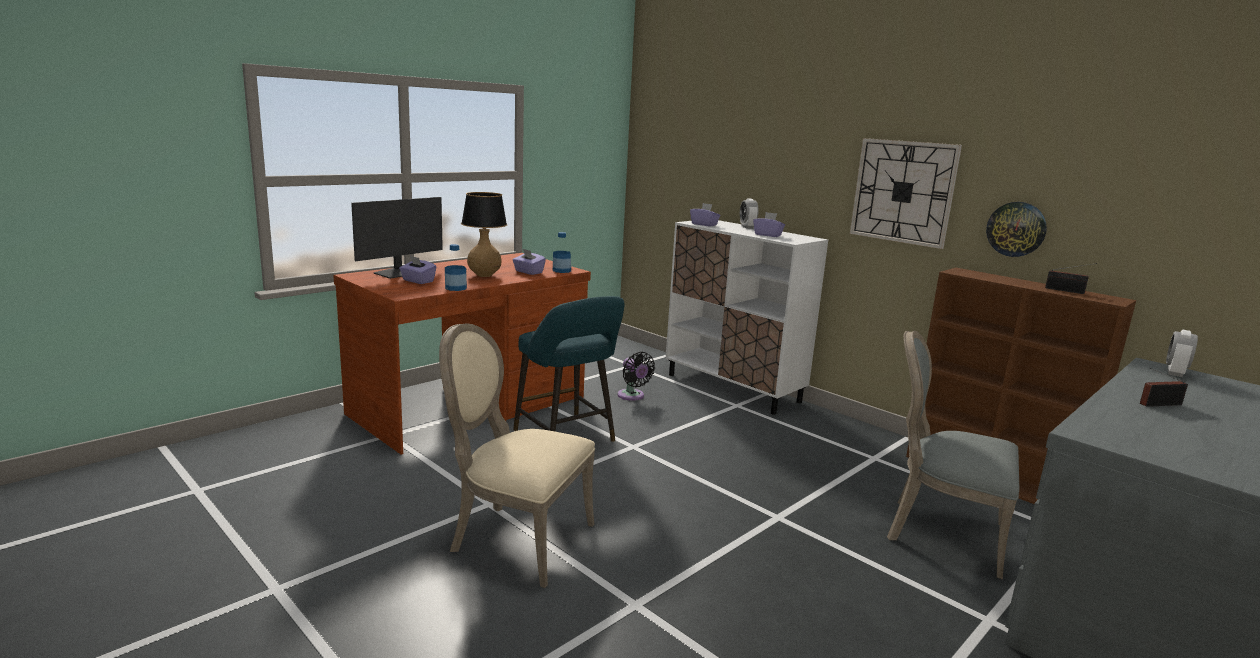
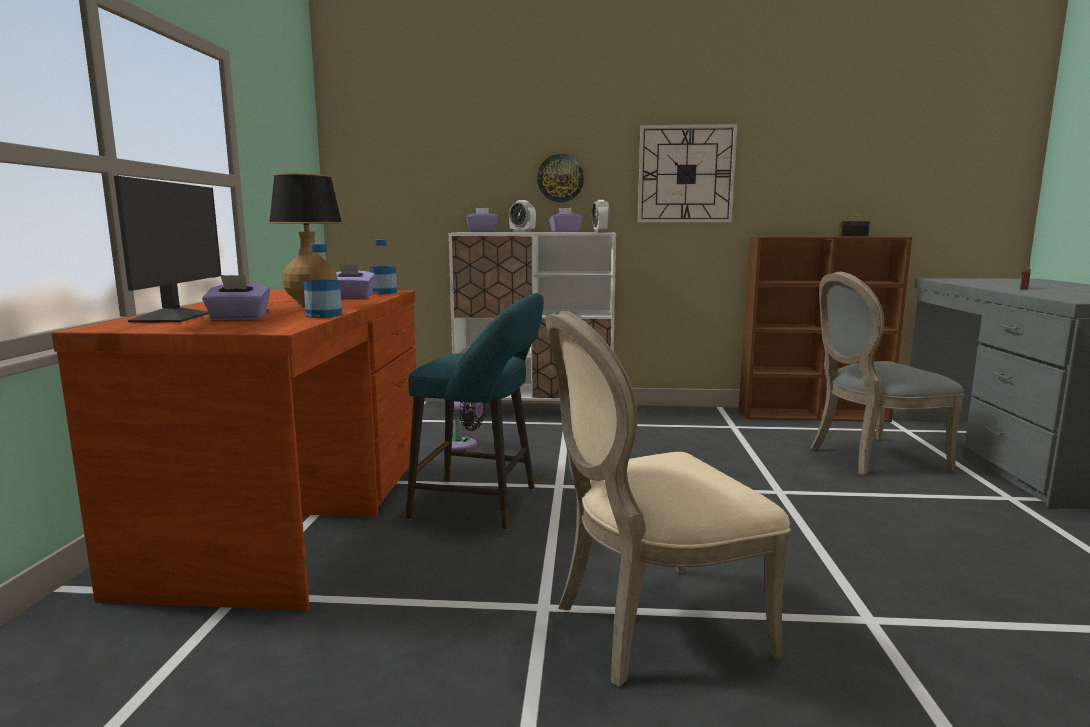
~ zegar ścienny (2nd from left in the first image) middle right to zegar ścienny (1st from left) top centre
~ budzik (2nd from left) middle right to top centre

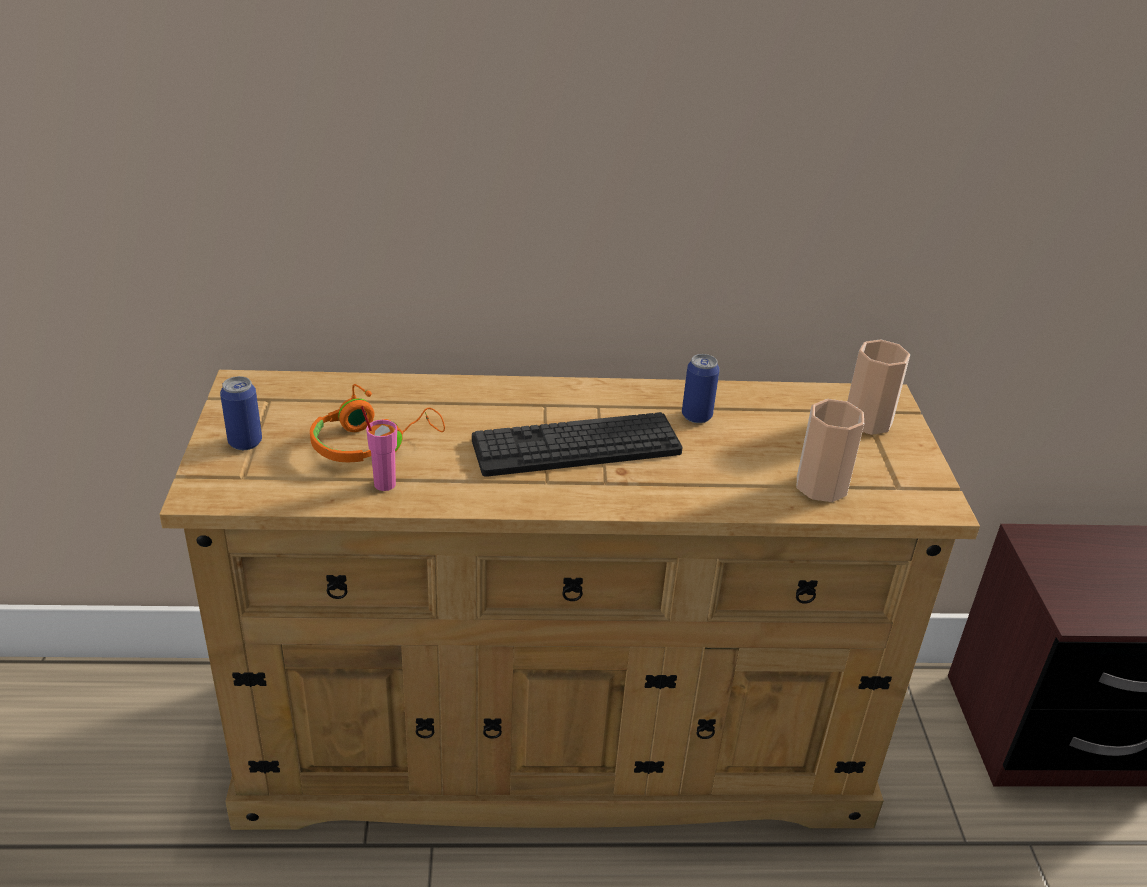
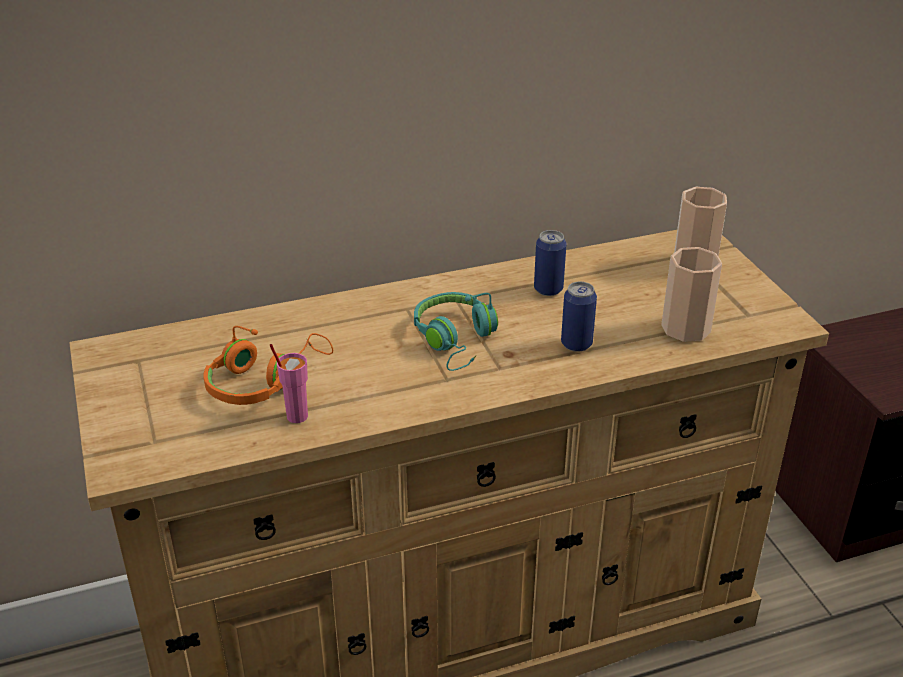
~ puszka (1st from left in the first image) middle left to puszka (2nd from left) centre
~ klawiatura centre to słuchawki/turkusowy centre

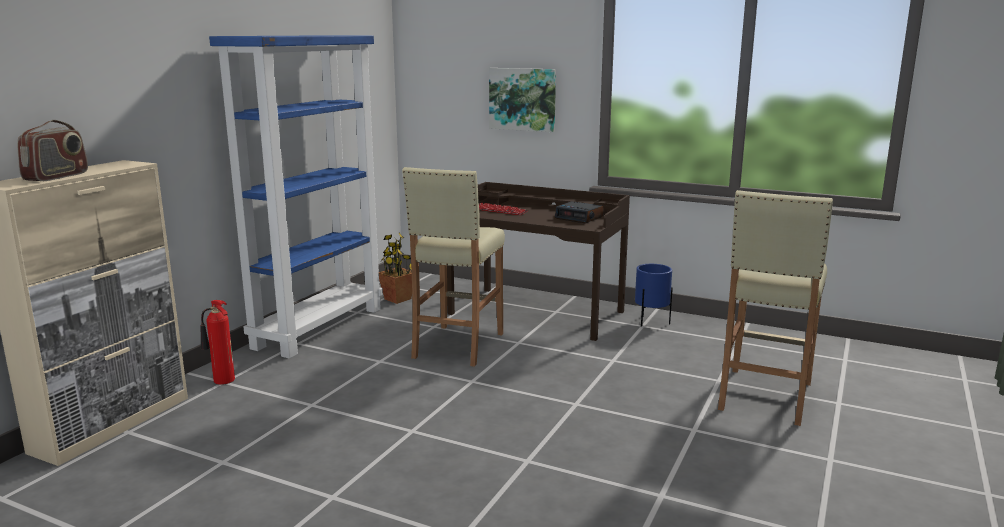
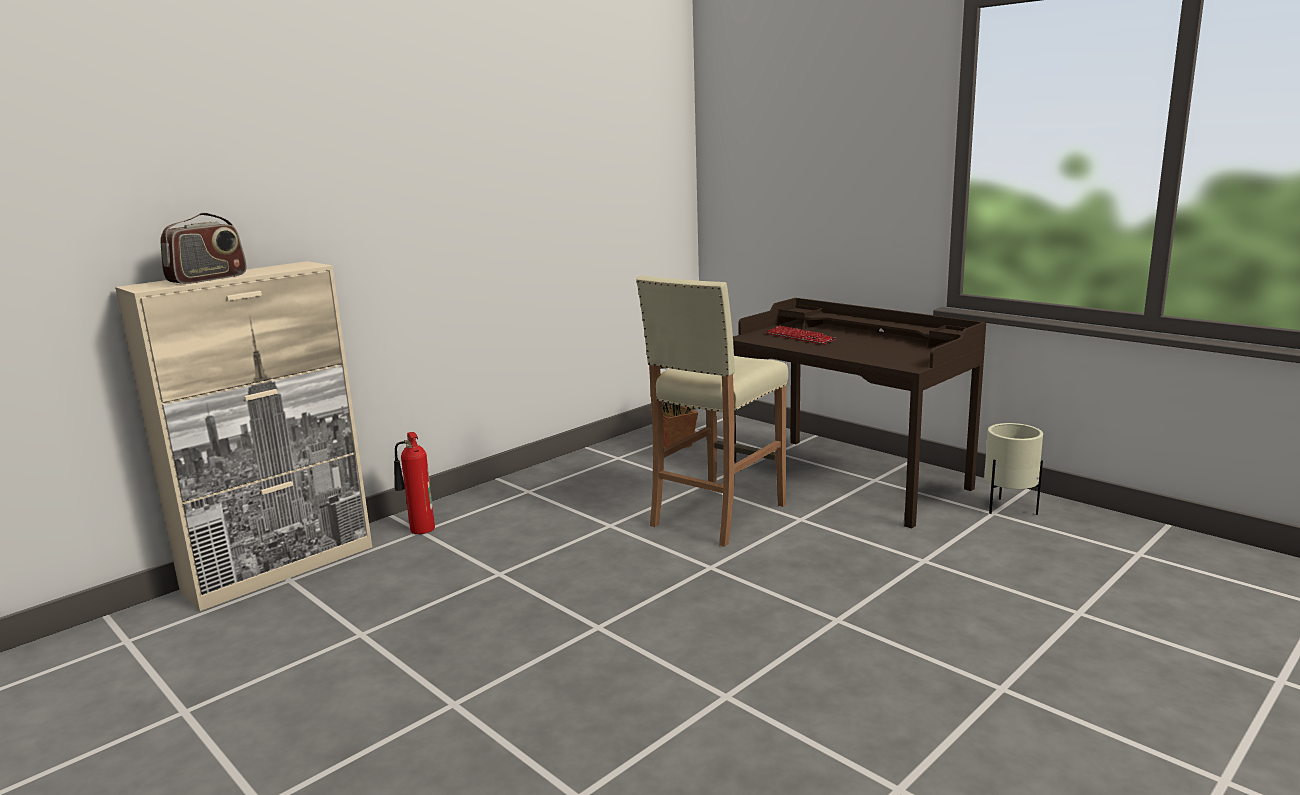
- regał/niebieski middle left
- obraz top centre
- budzik centre
~ donica/niebieski centre to donica/beżowy middle right
- stołek/beżowy (2nd from left) middle right

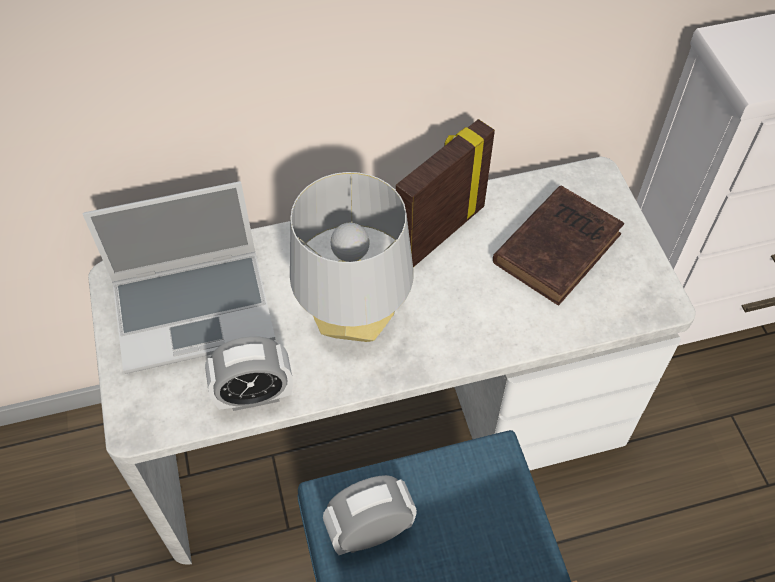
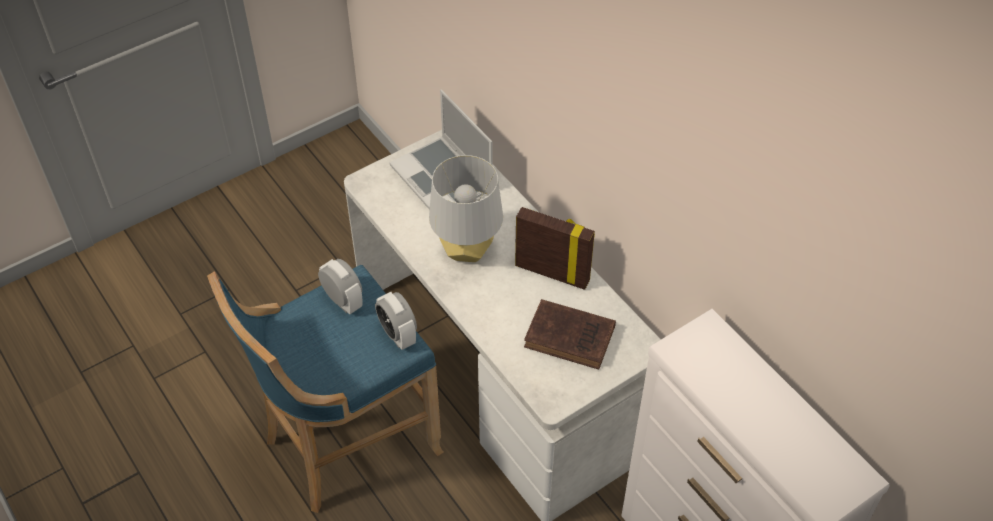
~ budzik (1st from left in the first image) middle left to budzik (2nd from left) centre

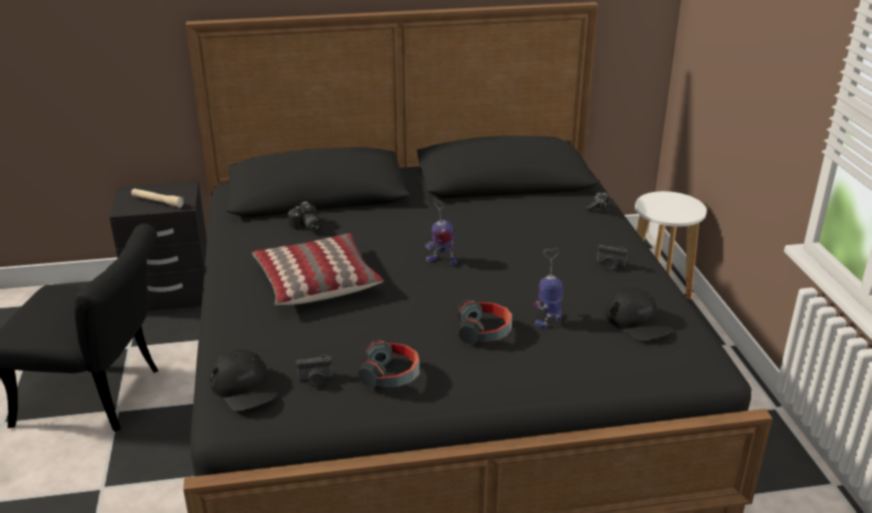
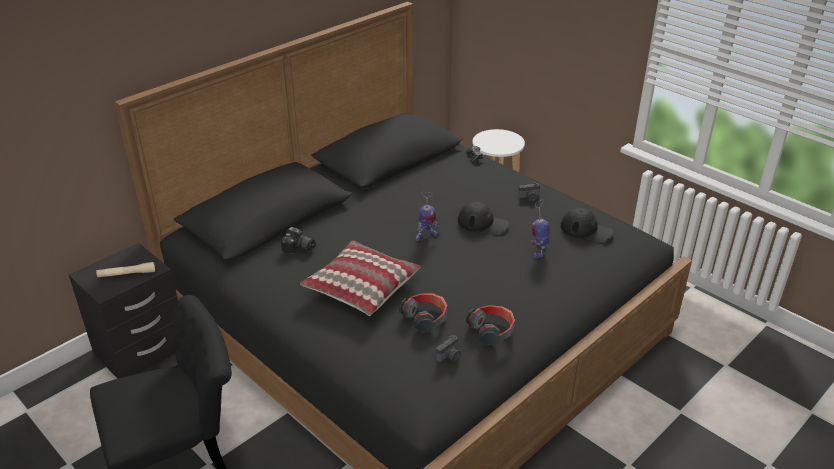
~ czapka z daszkiem/czarny (1st from left) bottom left to centre
~ słuchawki (2nd from left in the first image) centre to słuchawki (1st from left) bottom centre

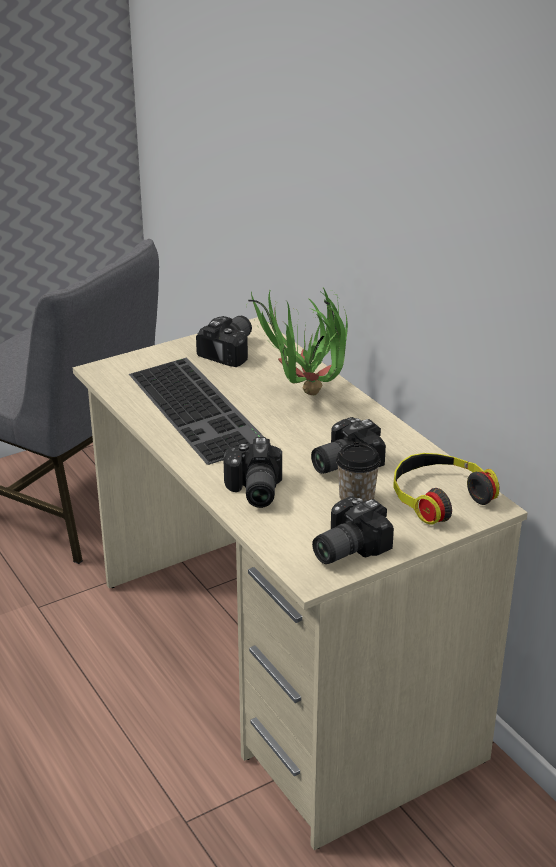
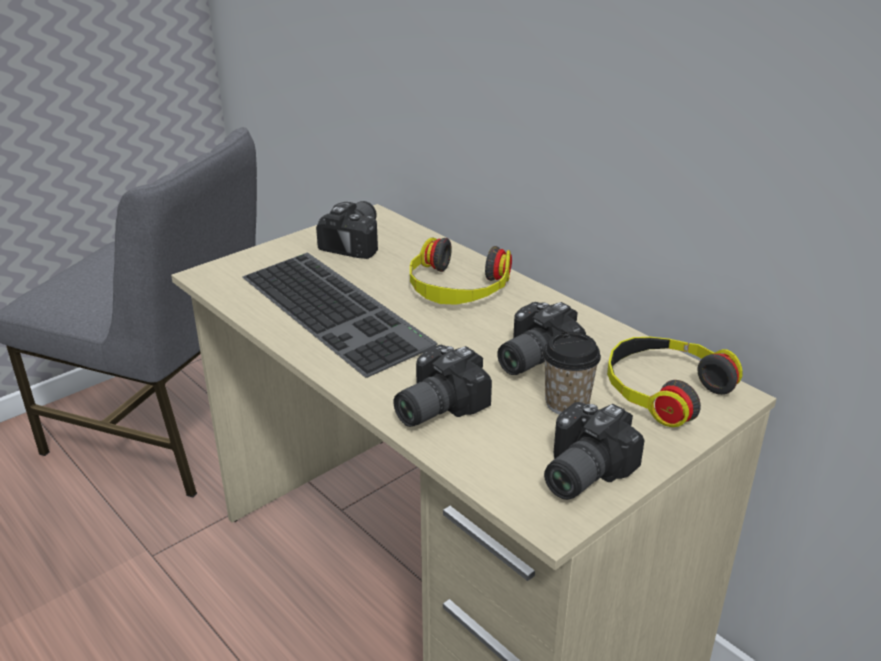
~ aparat fotograficzny (2nd from left) centre = centre 60 degrees clockwise
~ roślina doniczkowa centre to słuchawki (1st from left) centre

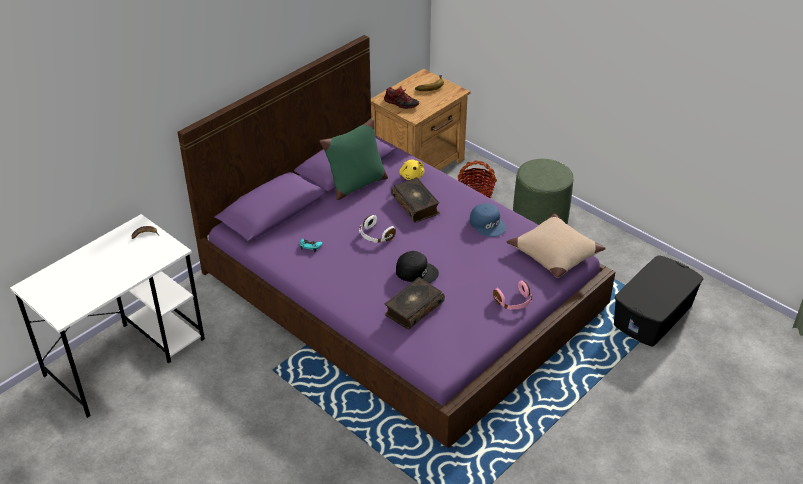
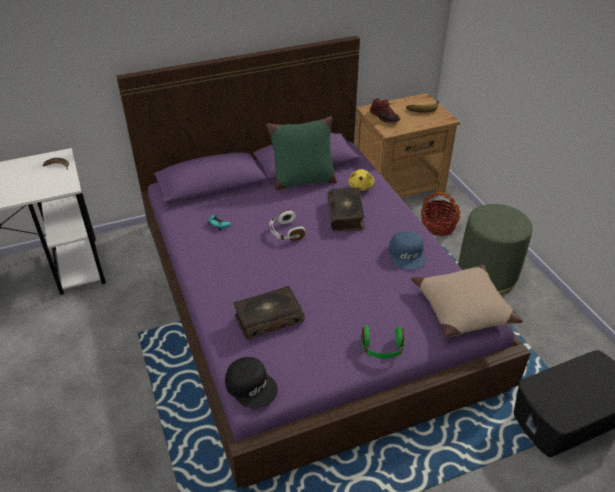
~ czapka z daszkiem/czarny centre to bottom centre
~ słuchawki/różowy centre to słuchawki/zielony bottom centre

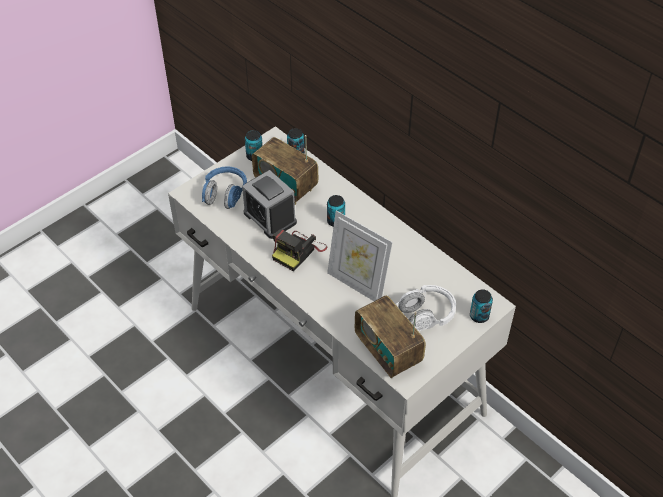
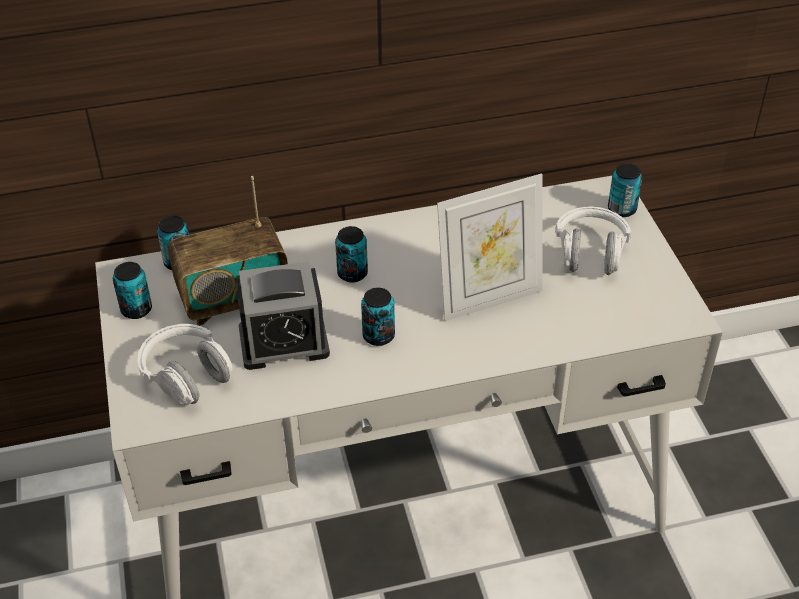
~ słuchawki/niebieski centre to słuchawki/biały (1st from left) middle left
~ aparat fotograficzny centre to puszka (4th from left) centre
- radio (2nd from left) bottom centre

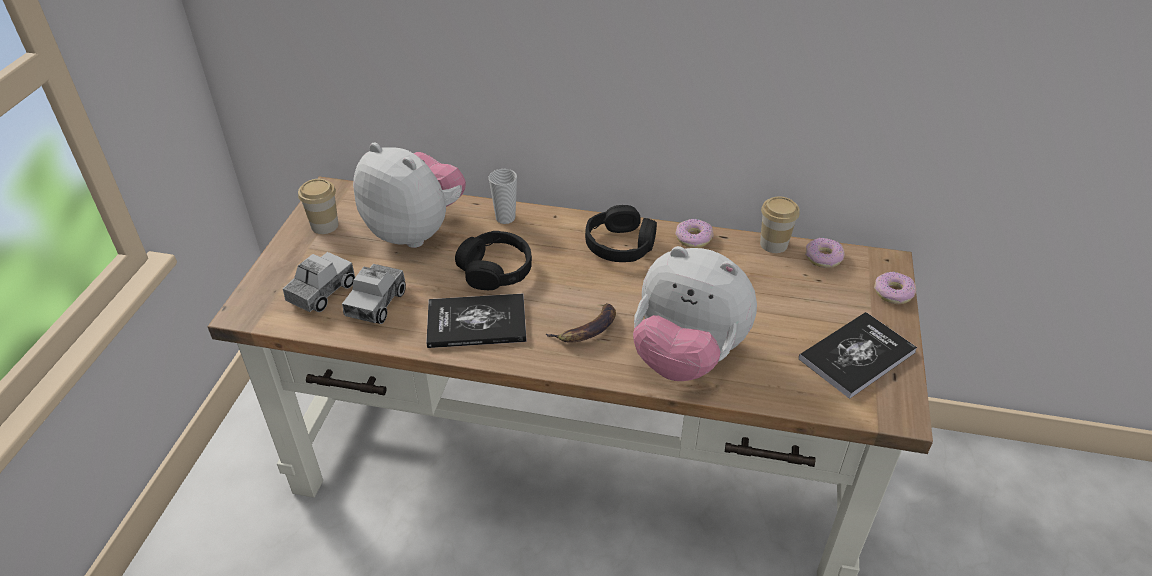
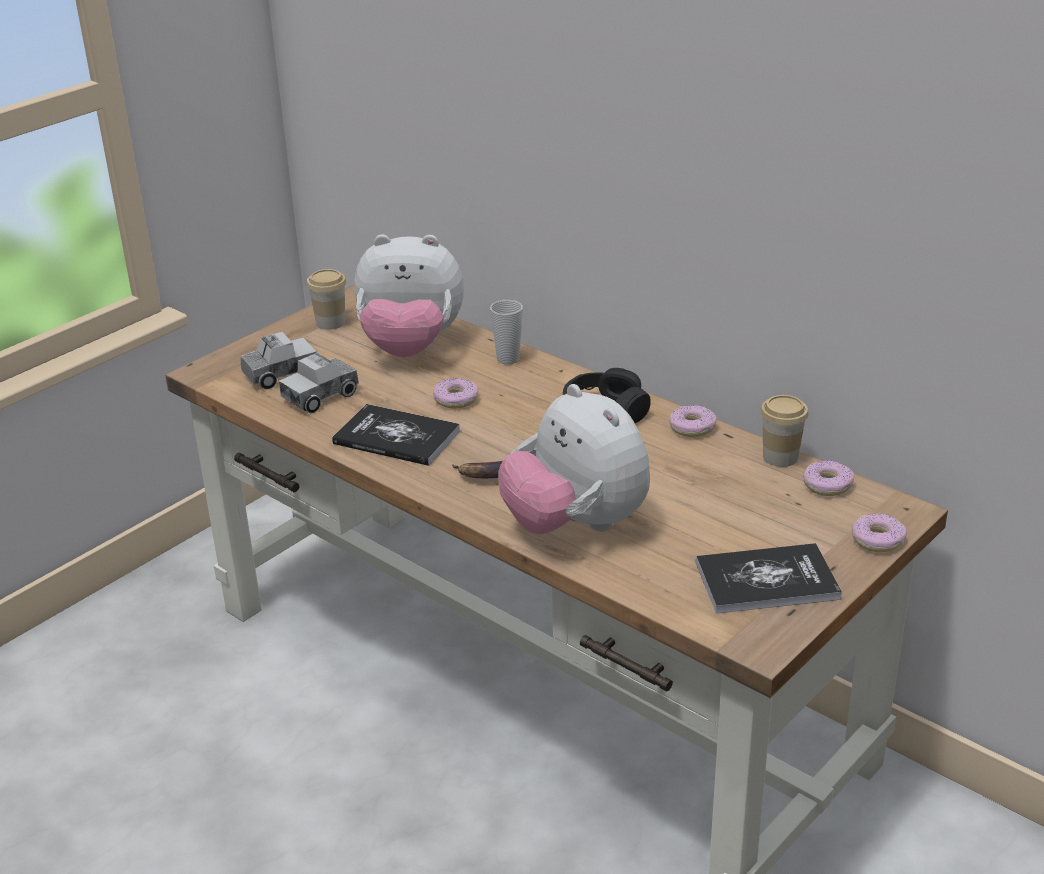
~ pluszak (1st from left) centre = centre 120 degrees clockwise
~ słuchawki/czarny (1st from left) centre to donut (1st from left) centre

